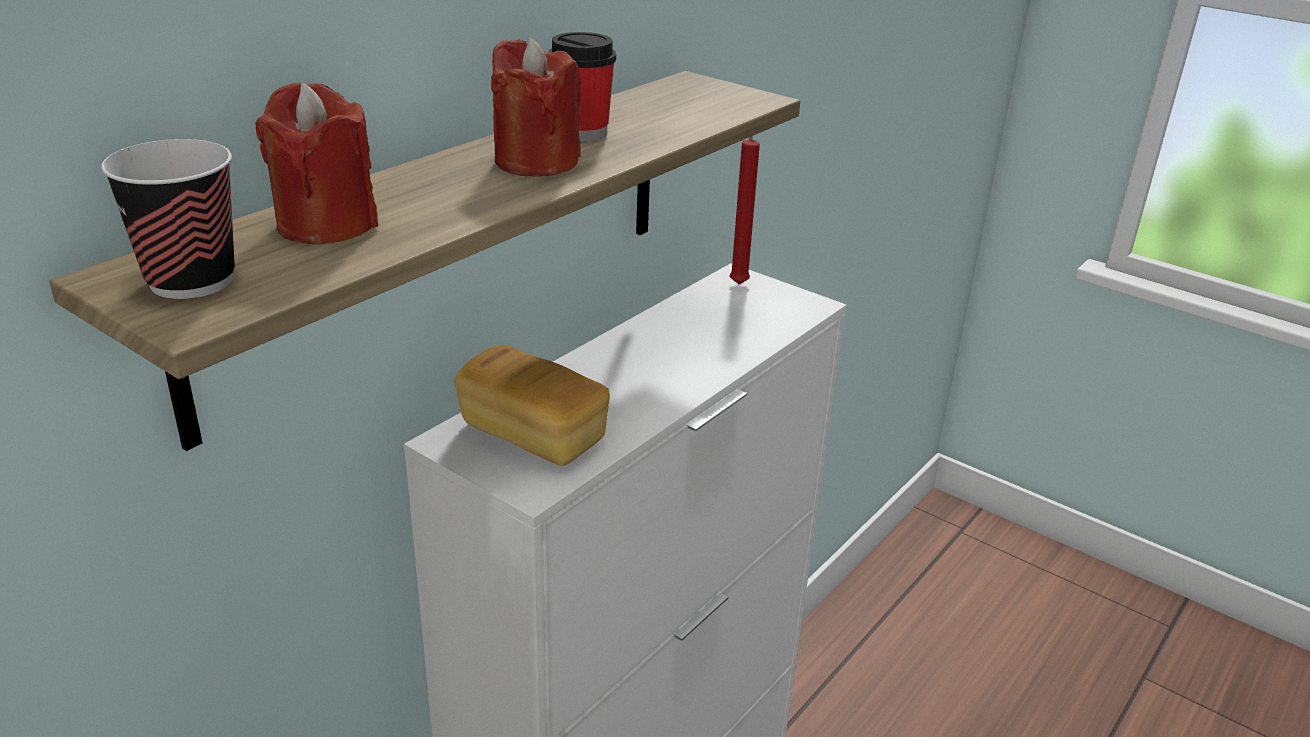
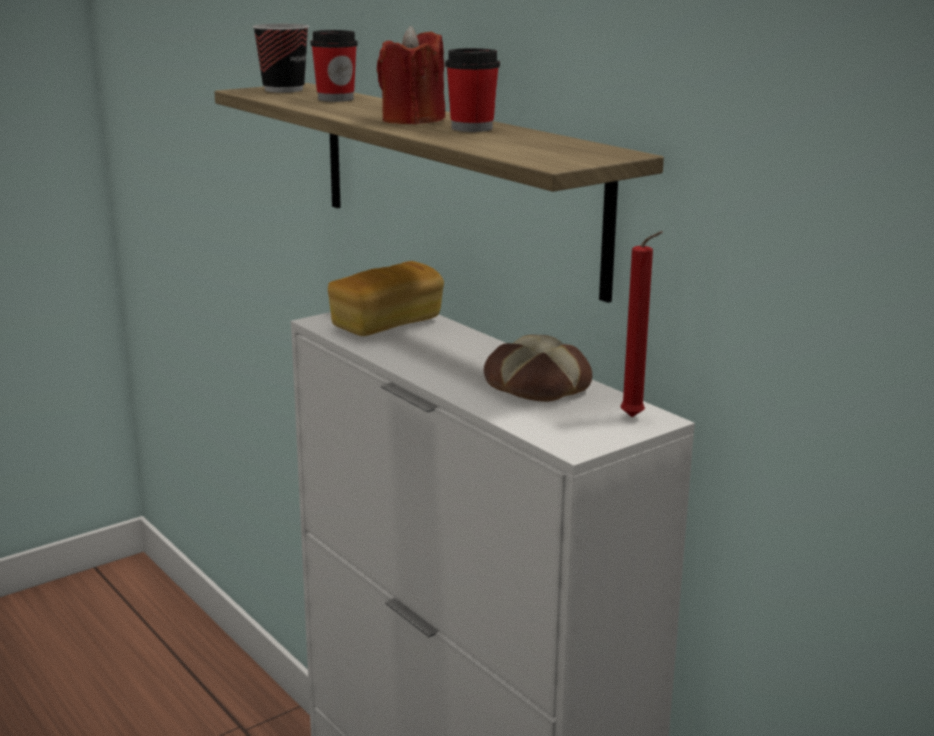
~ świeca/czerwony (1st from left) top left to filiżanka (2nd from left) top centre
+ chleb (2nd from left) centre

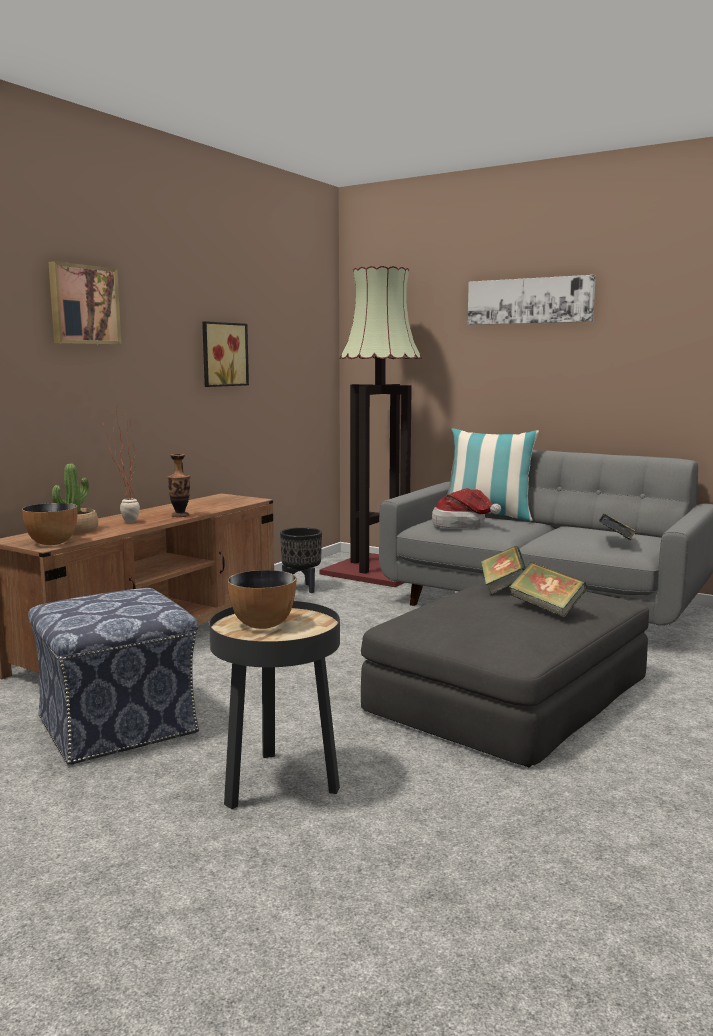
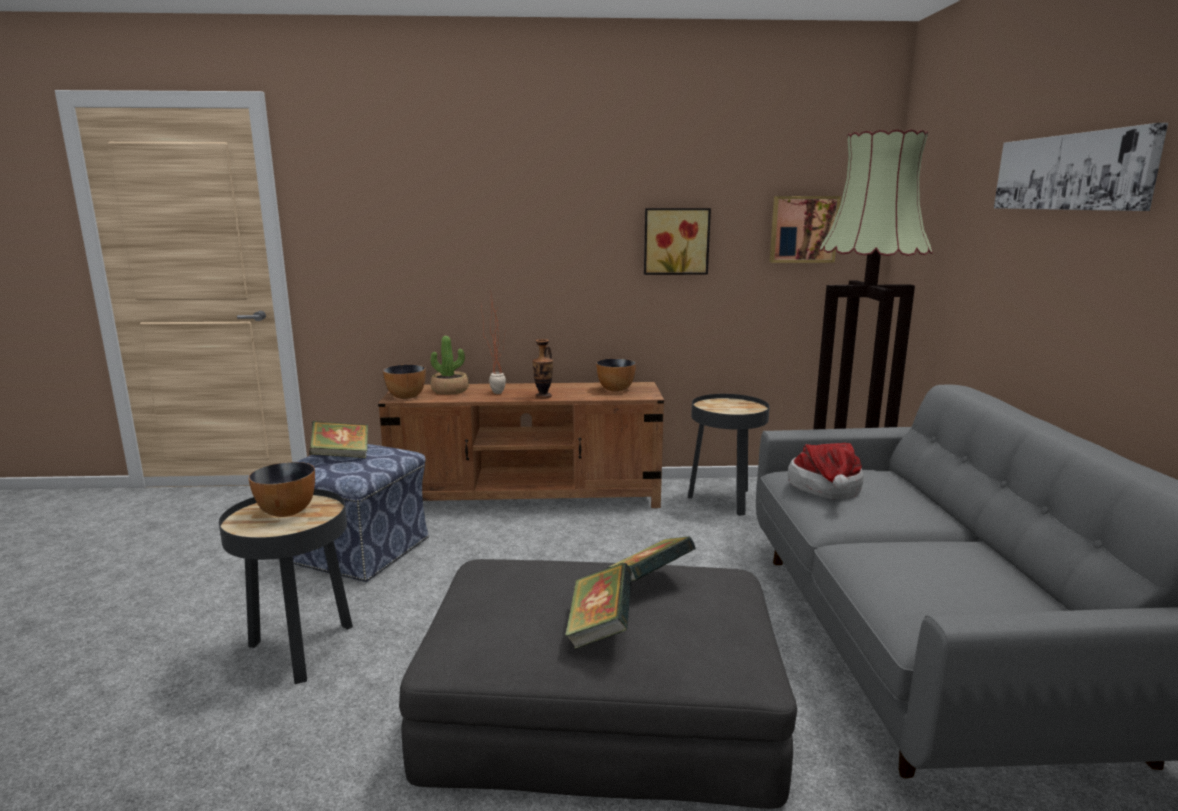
~ obraz (1st from left in the first image) top left to obraz (2nd from left) top right
~ donica/czarny centre to stolik/czarny (2nd from left) centre
- poduszka middle right
~ książka (3rd from left in the first image) middle right to książka (1st from left) middle left
+ miska (3rd from left) centre

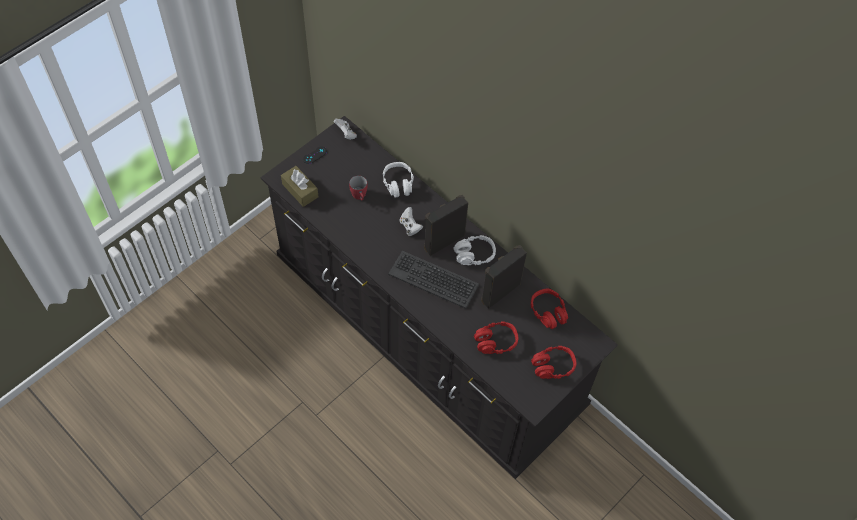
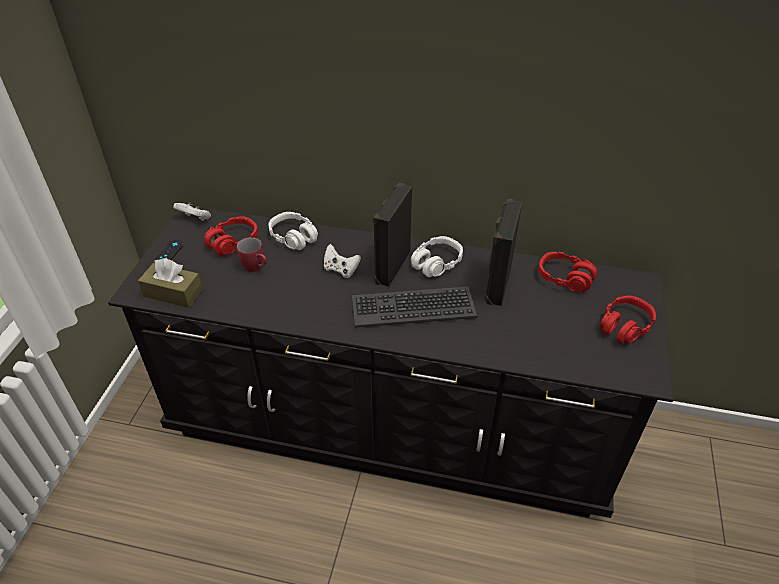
~ słuchawki/czerwony (1st from left) centre to middle left

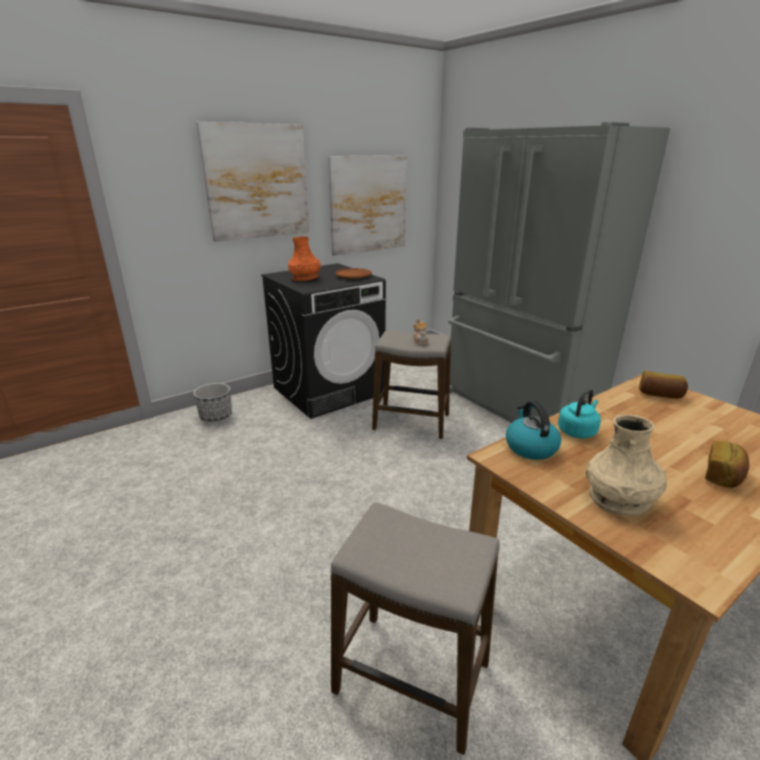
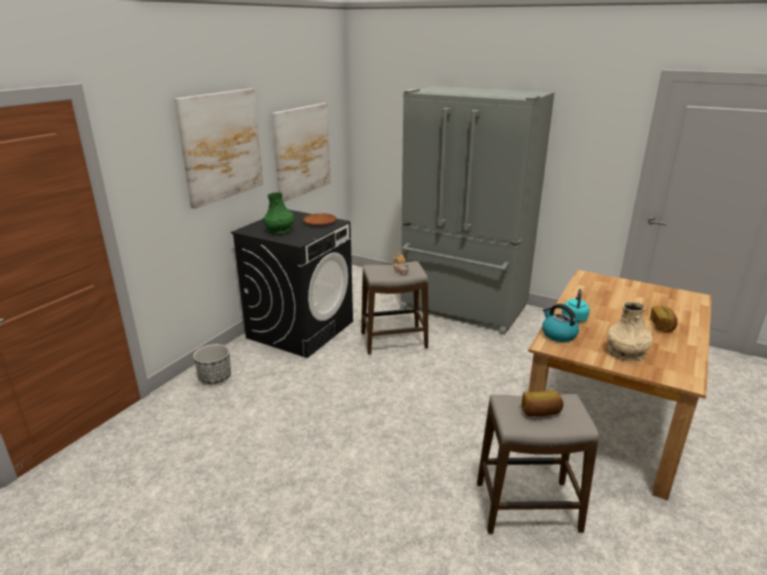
~ wazon/pomarańczowy centre to wazon/zielony centre
~ chleb (1st from left) middle right to bottom right

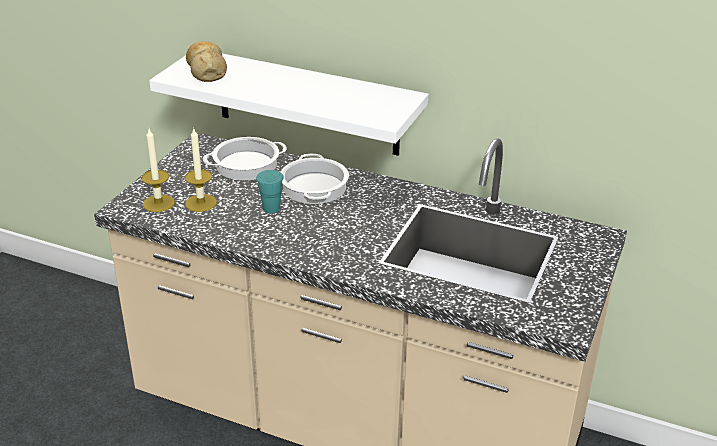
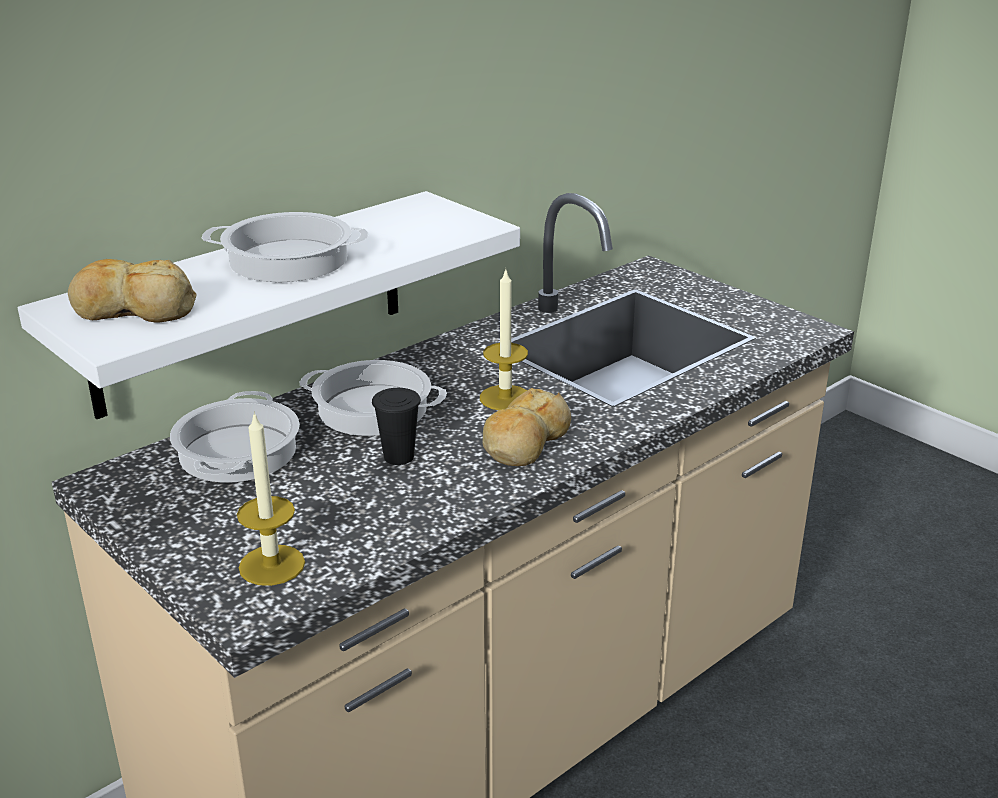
~ świeca (2nd from left) middle left to centre
~ filiżanka/turkusowy centre to filiżanka/czarny centre
+ garnek (2nd from left) top left
+ chleb (2nd from left) centre

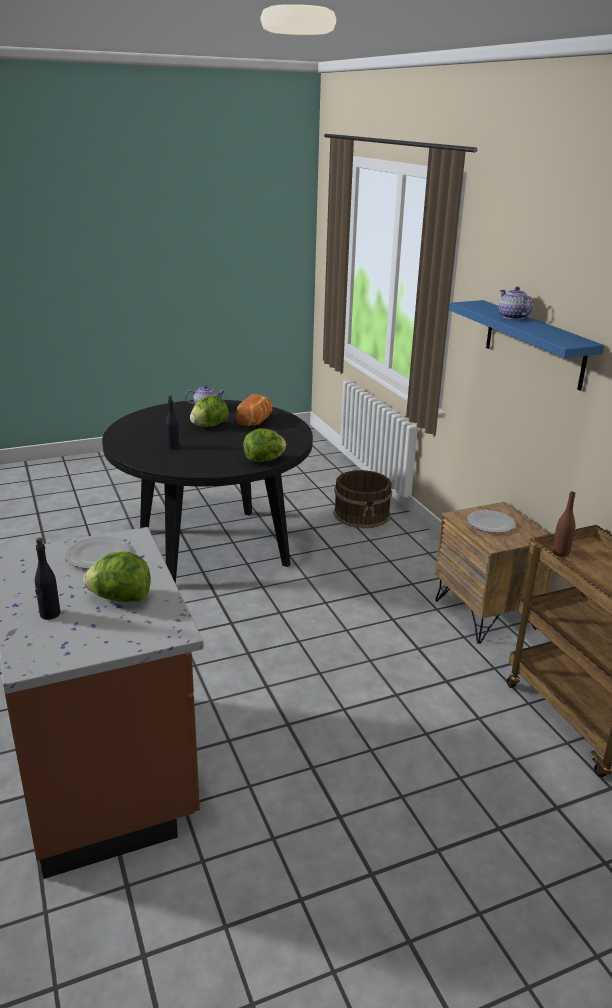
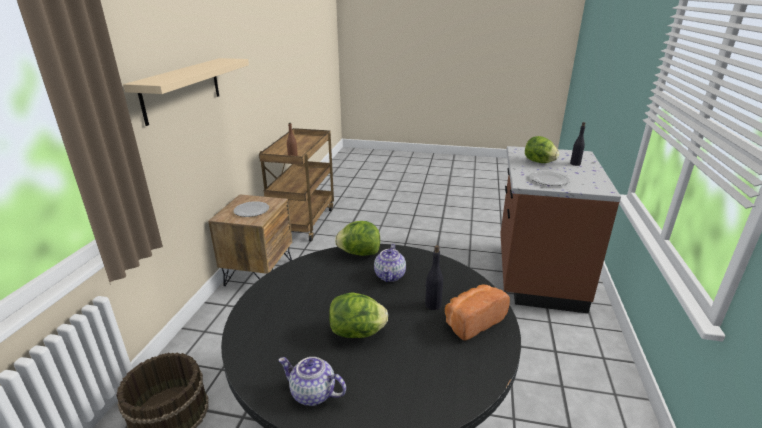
~ chleb centre to bottom centre
~ półka/niebieski middle right to półka/beżowy top left
~ imbryk (2nd from left) top right to centre

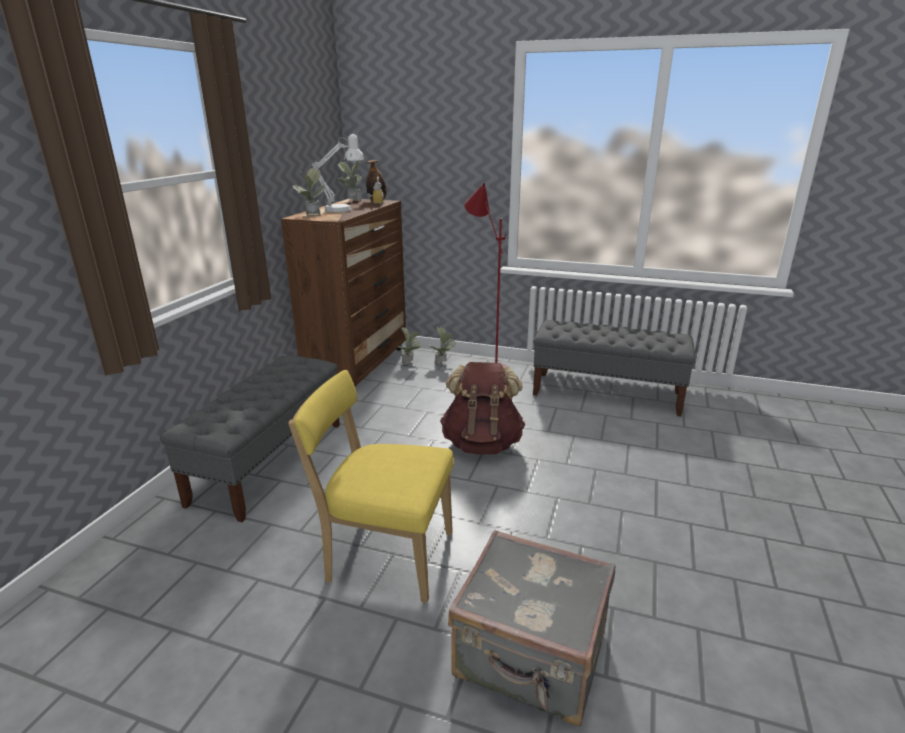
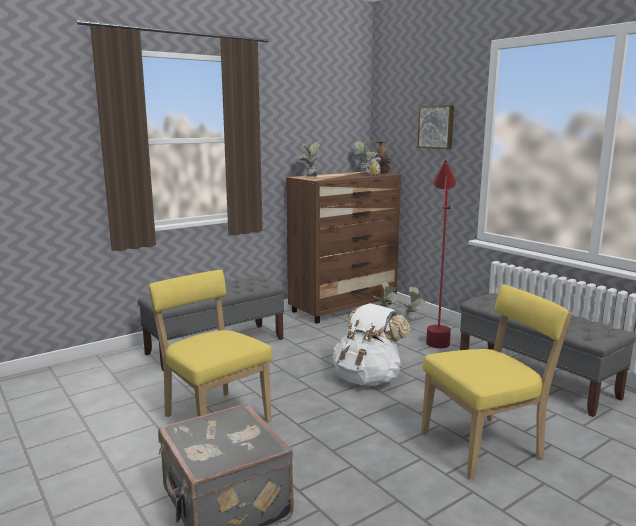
- lampa stołowa/biały top centre
~ plecak/brązowy centre to plecak/biały centre
+ obraz top right
+ krzesło/żółty (2nd from left) bottom right

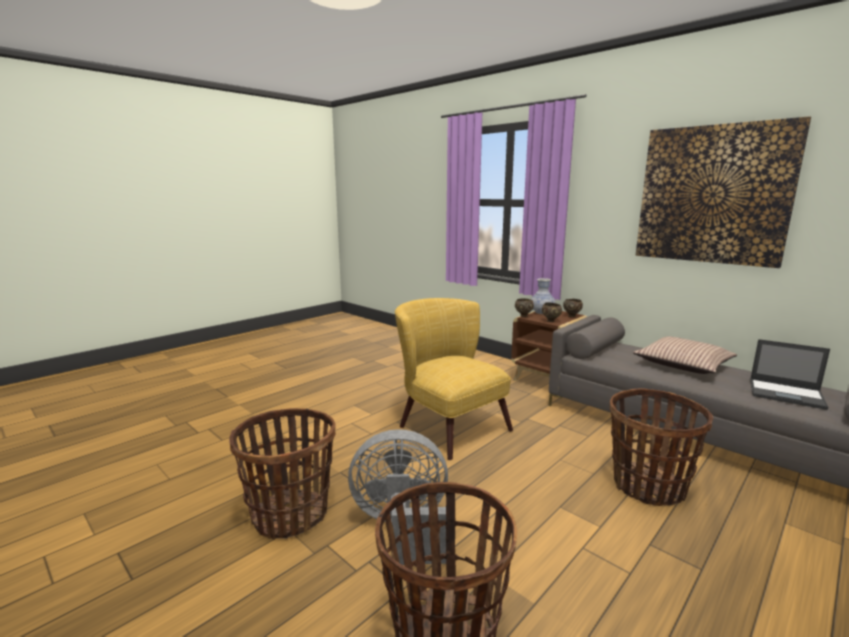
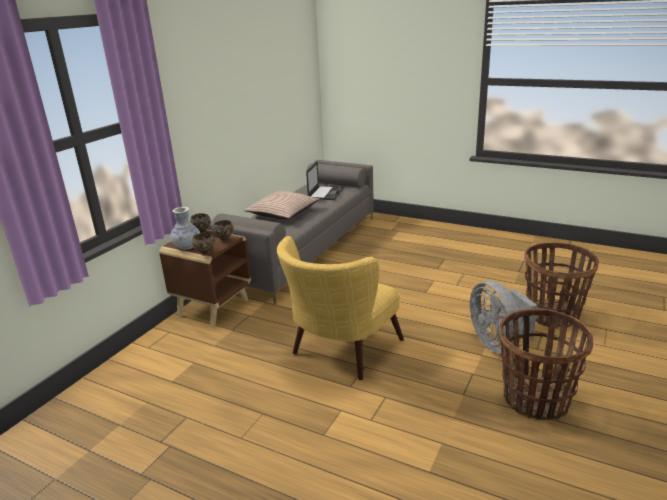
- koszyk (3rd from left) bottom right
- obraz top right

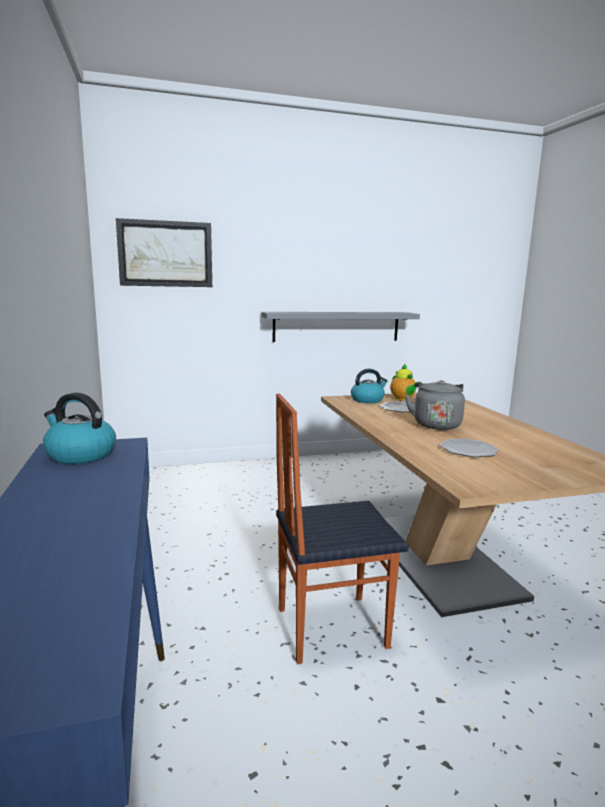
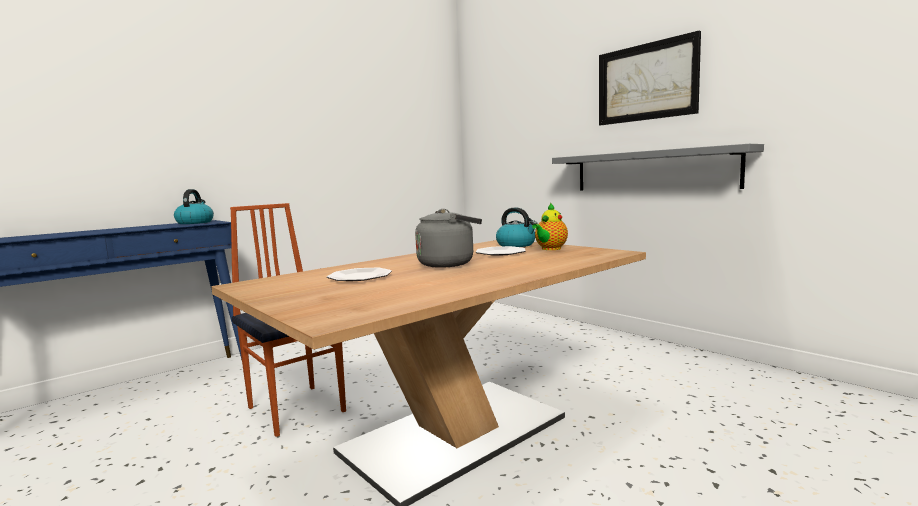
~ obraz top left to top right

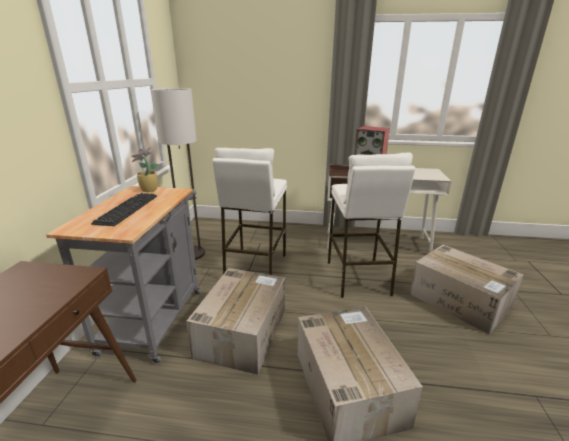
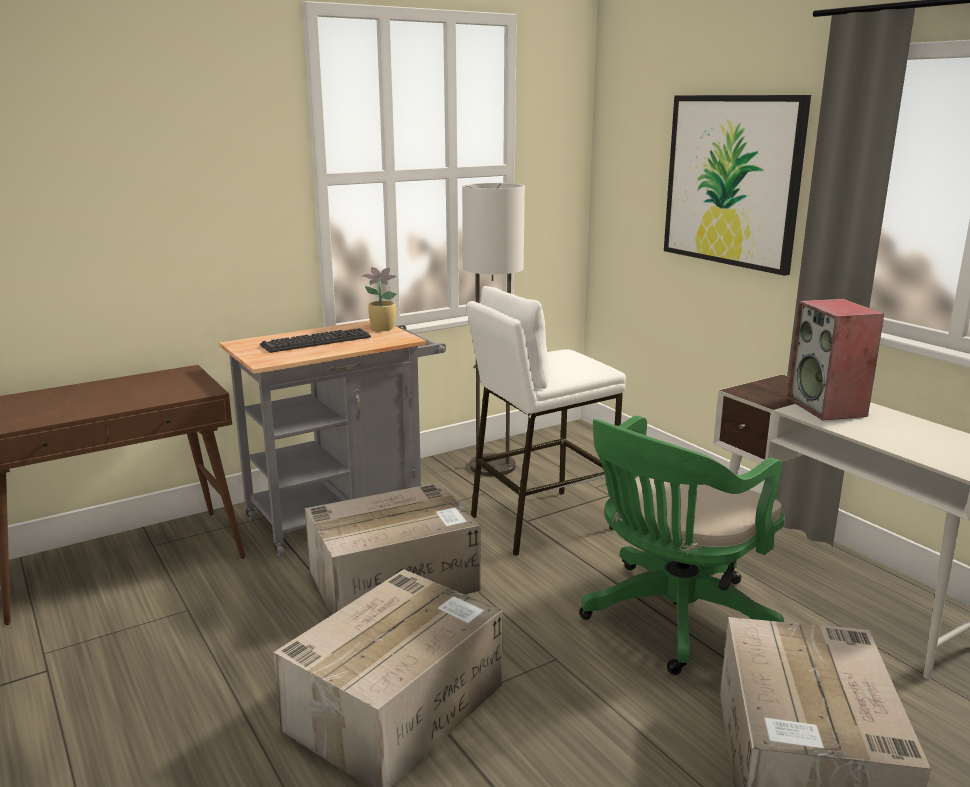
~ stołek/biały (2nd from left) centre to krzesło biurowe/zielony bottom right
+ obraz top right

